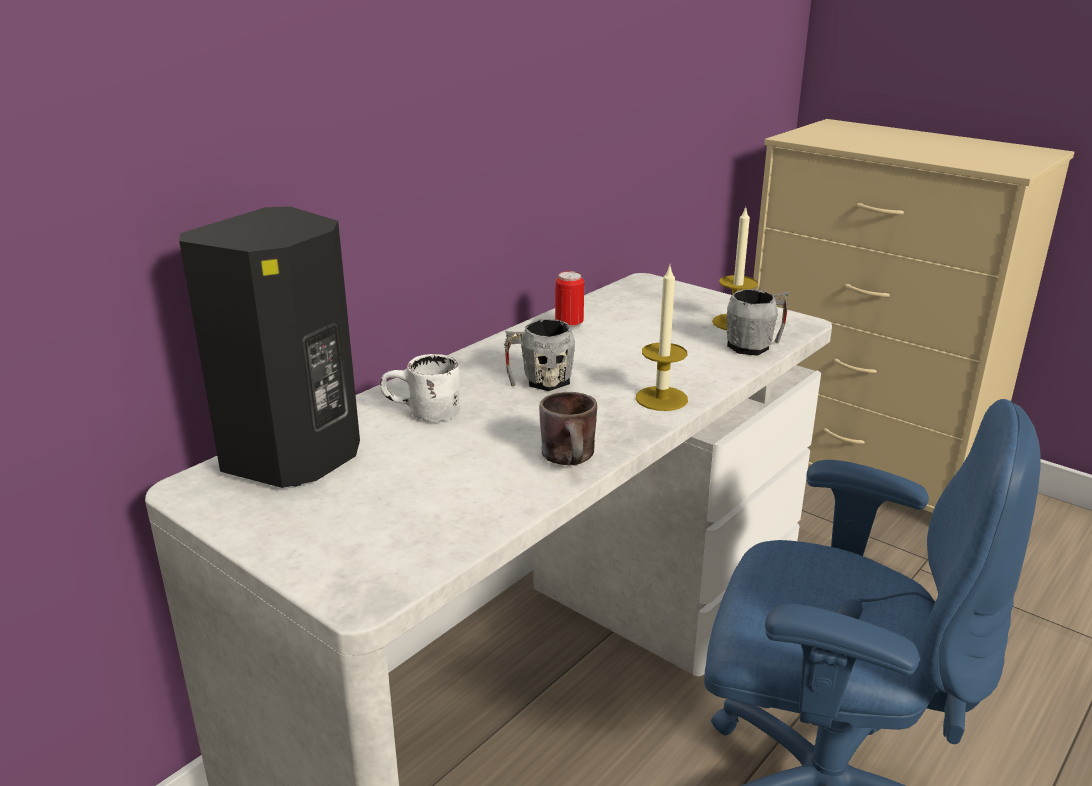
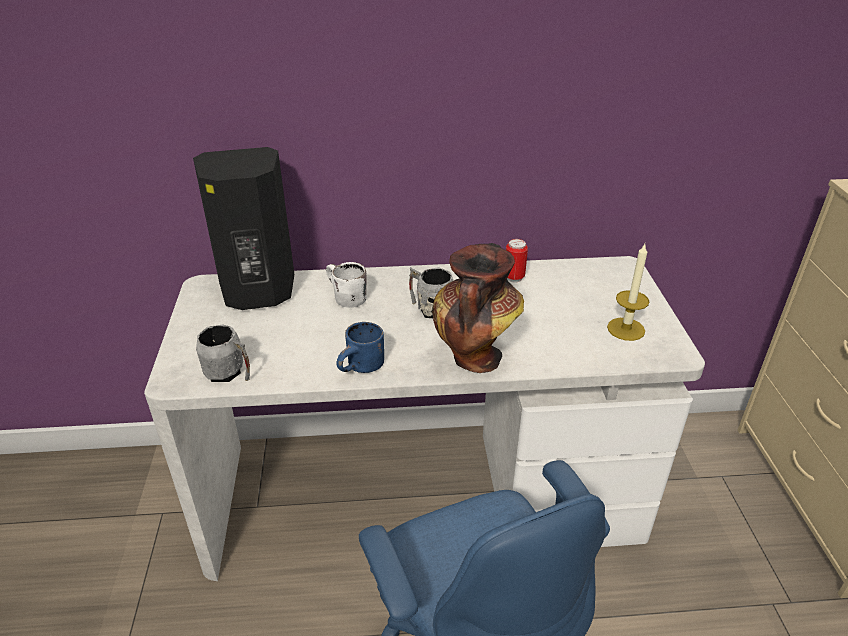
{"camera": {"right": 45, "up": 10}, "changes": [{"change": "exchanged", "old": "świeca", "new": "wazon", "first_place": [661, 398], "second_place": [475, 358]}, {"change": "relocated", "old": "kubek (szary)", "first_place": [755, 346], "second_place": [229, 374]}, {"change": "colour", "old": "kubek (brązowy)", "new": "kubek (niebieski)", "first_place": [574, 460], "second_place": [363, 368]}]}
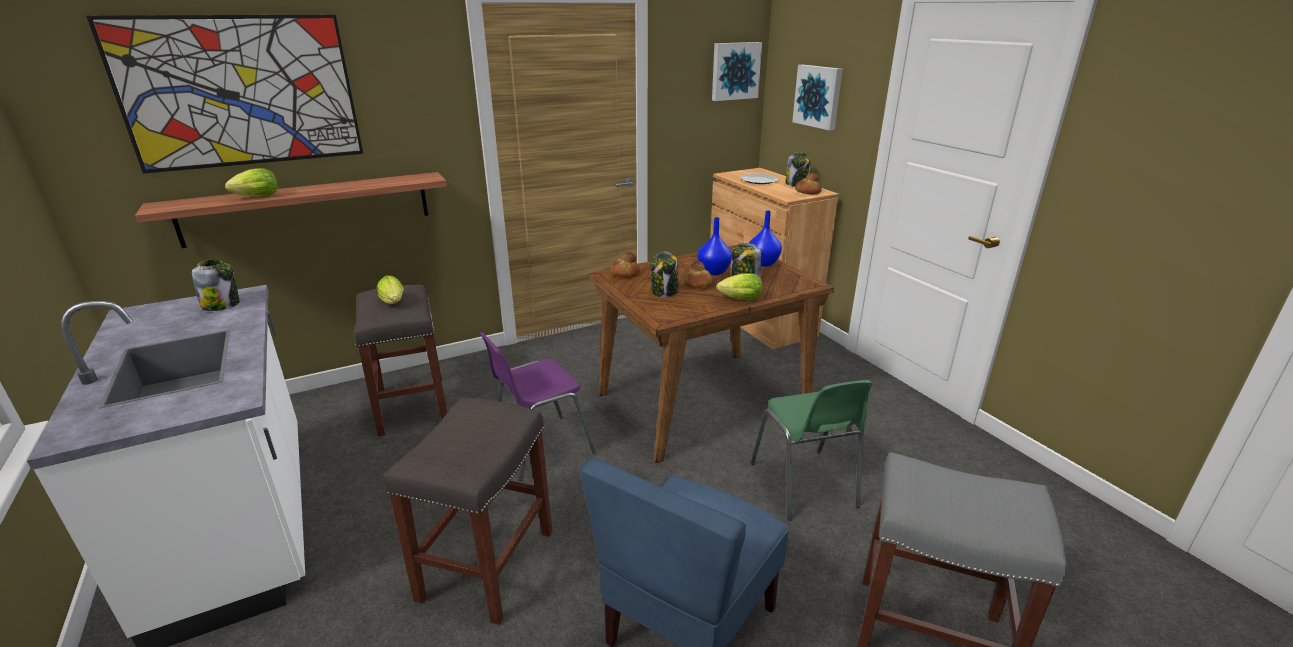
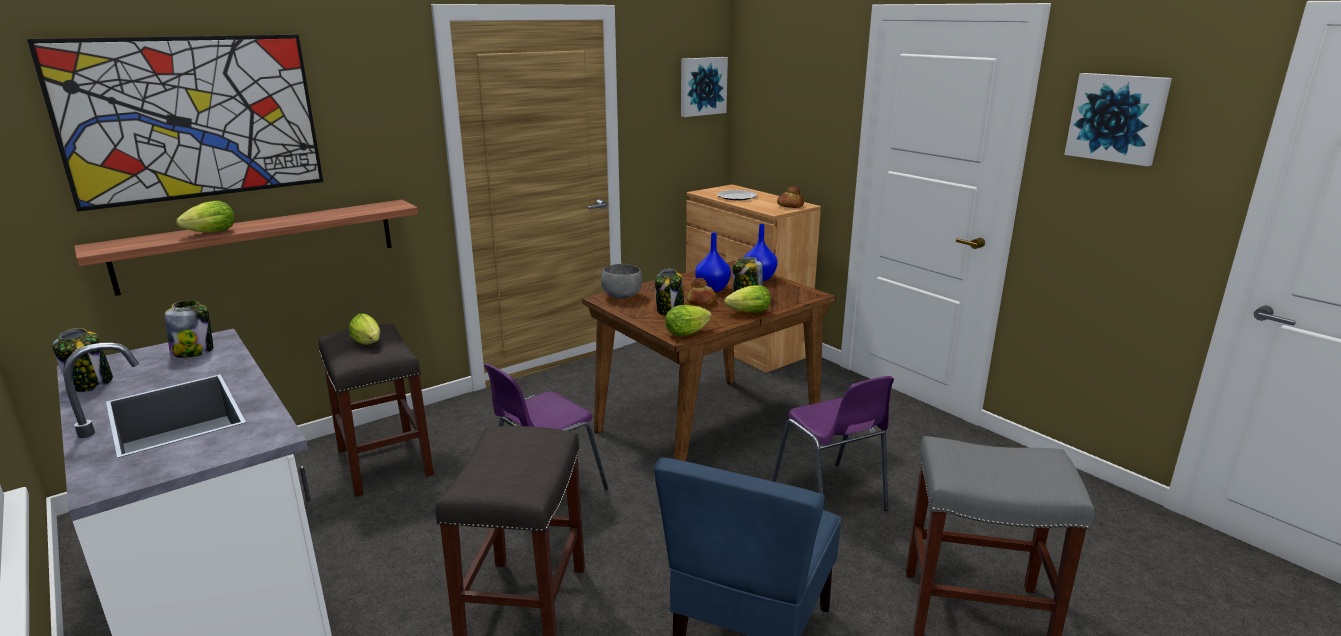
{"camera": {"right": -10, "up": -5}, "changes": [{"change": "relocated", "old": "obraz", "first_place": [818, 96], "second_place": [1117, 118]}, {"change": "relocated", "old": "słoik", "first_place": [796, 184], "second_place": [91, 383]}, {"change": "exchanged", "old": "chleb", "new": "miska (szary)", "first_place": [625, 274], "second_place": [621, 296]}, {"change": "colour", "old": "krzesło (zielony)", "new": "krzesło (fioletowy)", "first_place": [804, 486], "second_place": [830, 497]}, {"change": "appeared", "new": "sałata", "second_place": [689, 333]}]}
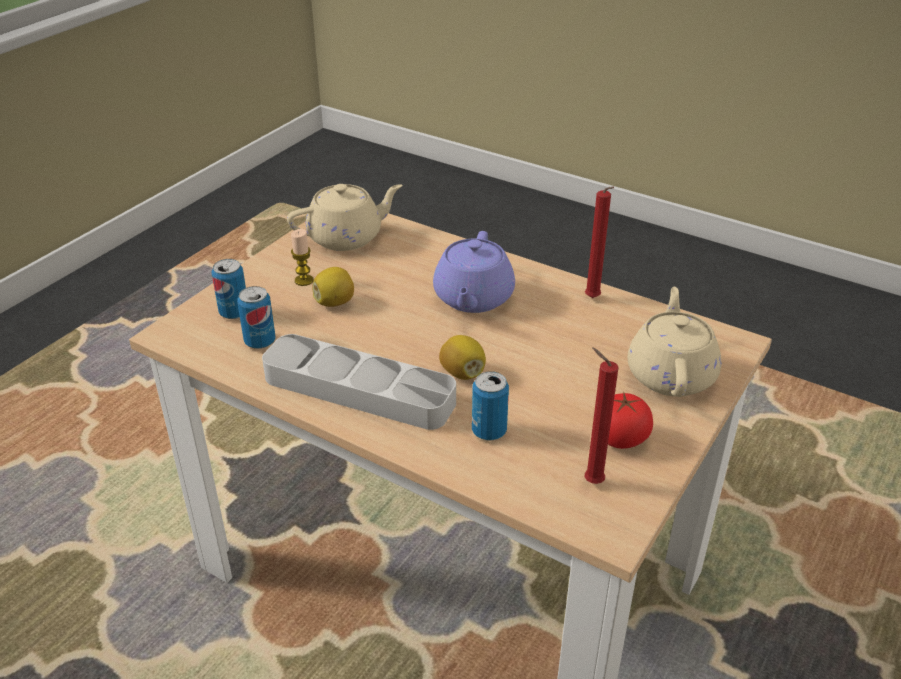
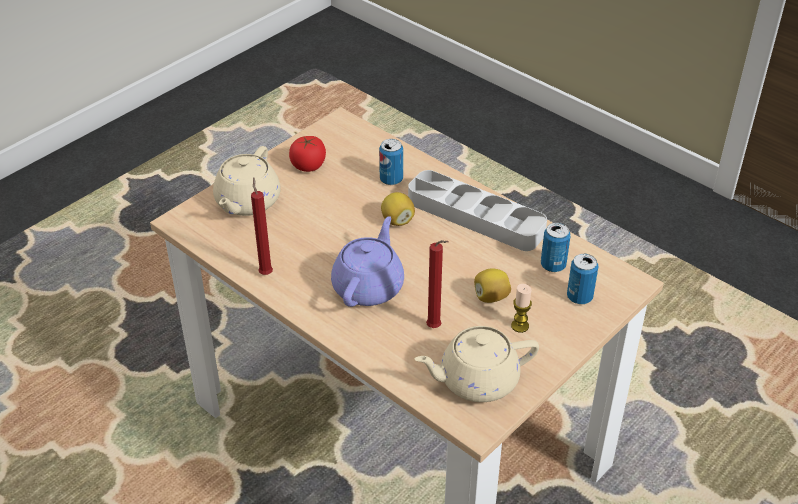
{"camera": {"right": -170, "up": 5}, "changes": [{"change": "relocated", "old": "świeca (czerwony)", "first_place": [590, 481], "second_place": [435, 328]}]}
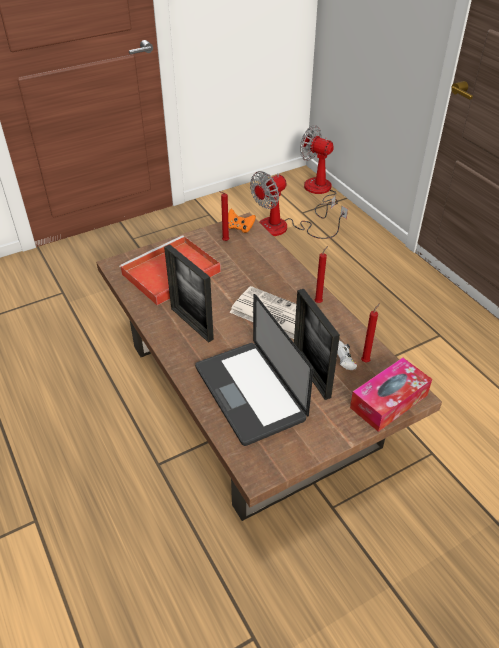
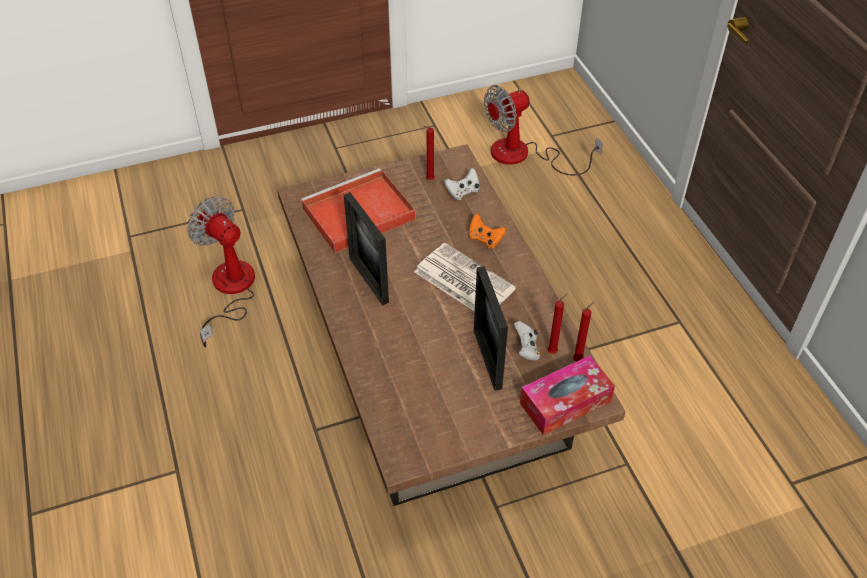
{"camera": {"right": 10, "up": 5}, "changes": [{"change": "relocated", "old": "wentylator", "first_place": [319, 192], "second_place": [229, 290]}, {"change": "relocated", "old": "pad do gier (pomarańczowy)", "first_place": [240, 228], "second_place": [485, 239]}, {"change": "relocated", "old": "świeca (czerwony)", "first_place": [319, 302], "second_place": [579, 359]}, {"change": "missing", "old": "laptop", "first_place": [249, 393]}, {"change": "appeared", "new": "pad do gier (biały)", "second_place": [463, 192]}]}
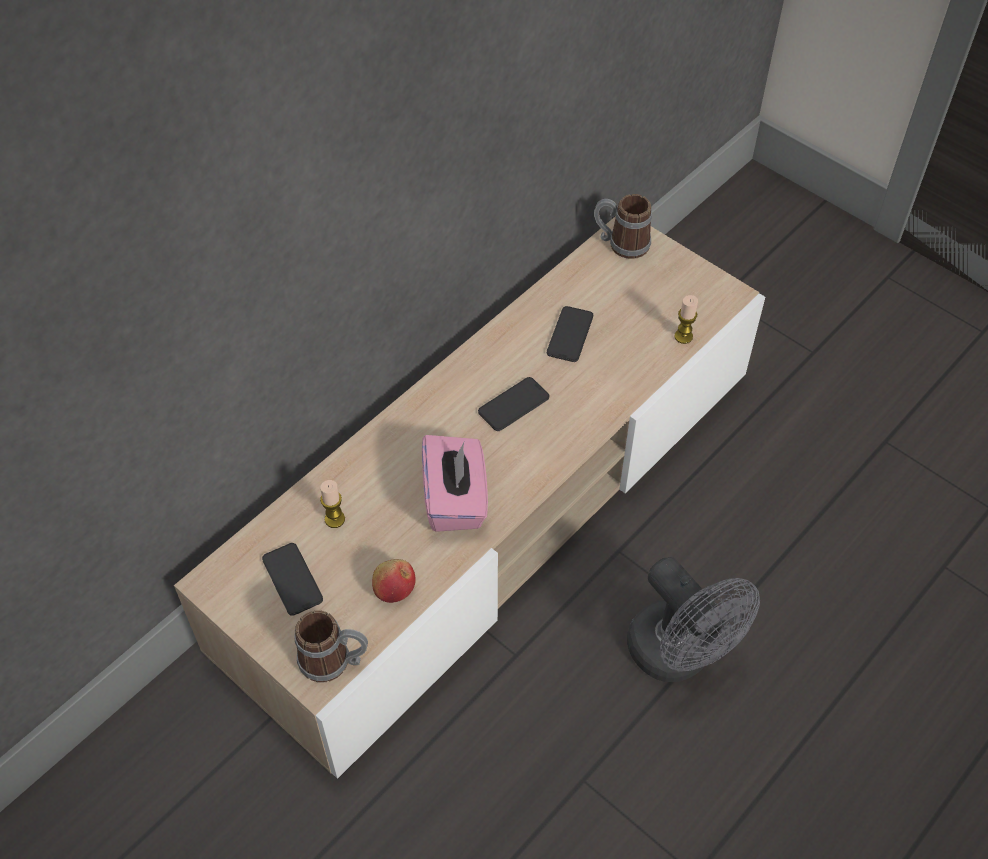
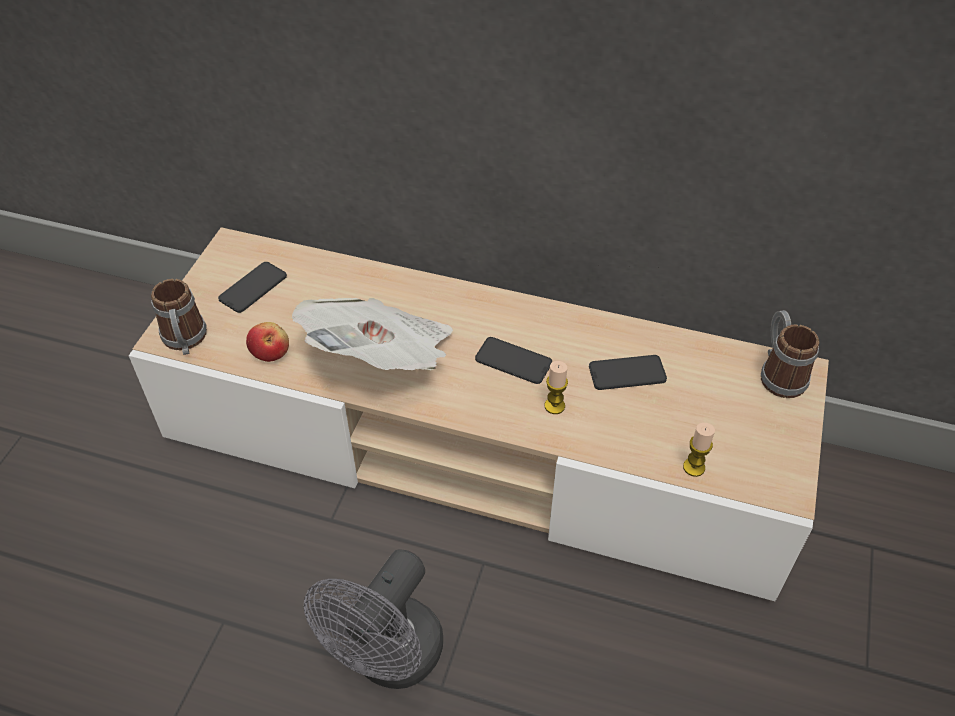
{"camera": {"right": 65, "up": -5}, "changes": [{"change": "exchanged", "old": "pudełko chusteczek (różowy)", "new": "gazeta", "first_place": [455, 500], "second_place": [382, 358]}, {"change": "relocated", "old": "świeca", "first_place": [334, 519], "second_place": [554, 406]}]}
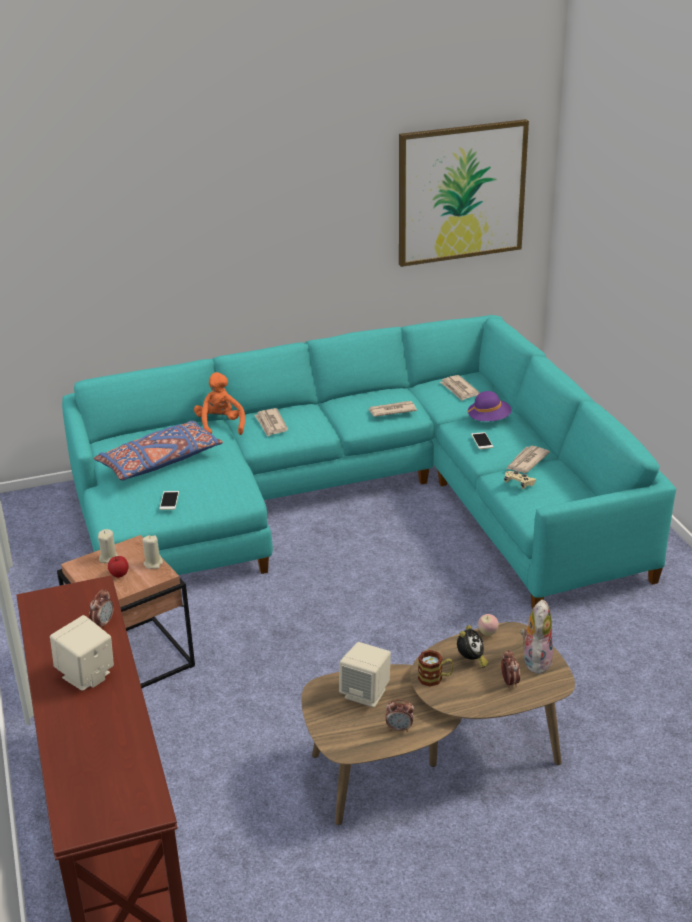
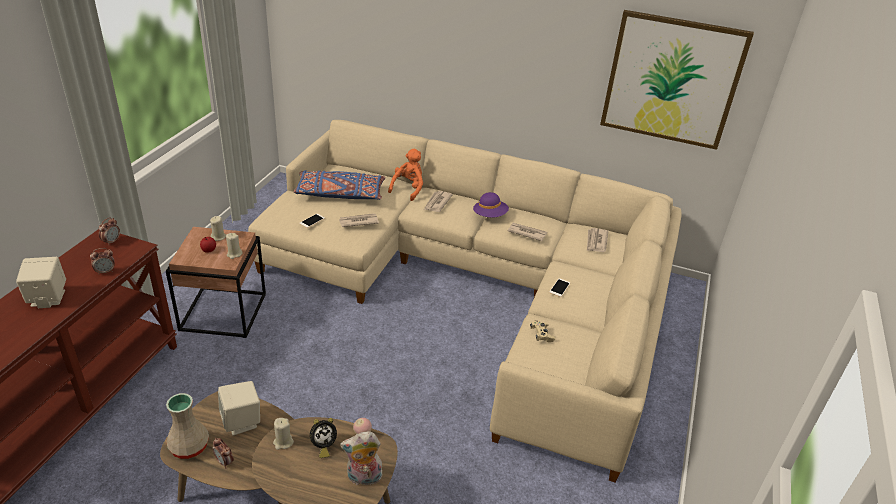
{"camera": {"right": 35, "up": 5}, "changes": [{"change": "colour", "old": "kanapa (turkusowy)", "new": "kanapa (beżowy)", "first_place": [358, 500], "second_place": [478, 288]}, {"change": "relocated", "old": "kapelusz (fioletowy)", "first_place": [489, 420], "second_place": [490, 215]}, {"change": "relocated", "old": "gazeta", "first_place": [526, 461], "second_place": [358, 221]}, {"change": "spun", "old": "pluszak", "first_place": [535, 660], "second_place": [363, 478], "degrees": -150}, {"change": "exchanged", "old": "kubek", "new": "świeca (beżowy)", "first_place": [435, 678], "second_place": [283, 442]}, {"change": "relocated", "old": "budzik", "first_place": [509, 682], "second_place": [111, 241]}, {"change": "appeared", "new": "wazon (beżowy)", "second_place": [190, 446]}]}
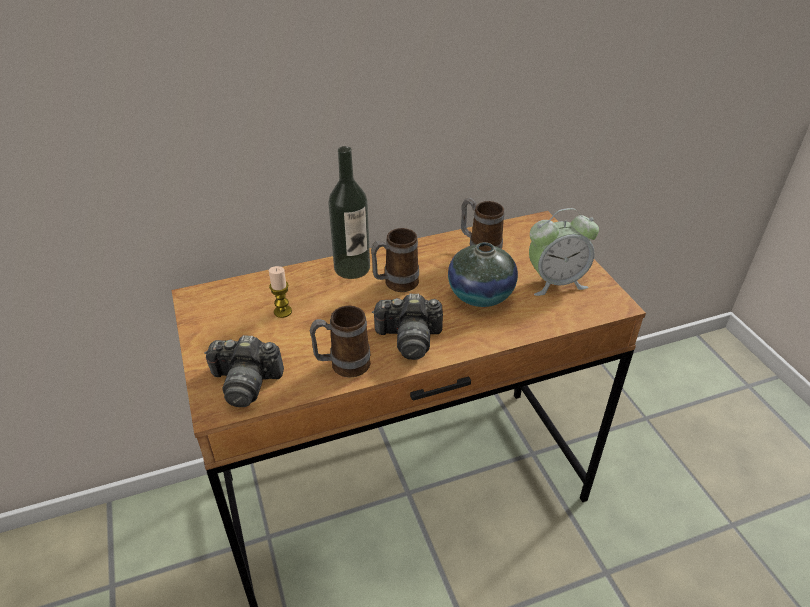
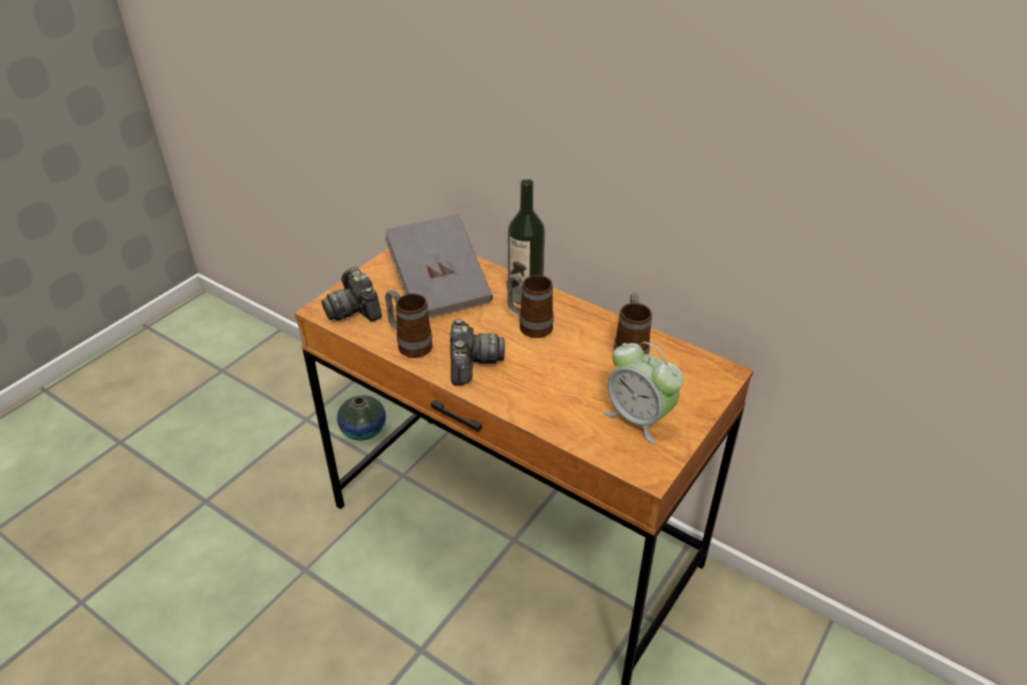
{"camera": {"right": 55, "up": 0}, "changes": [{"change": "relocated", "old": "wazon", "first_place": [480, 295], "second_place": [363, 430]}, {"change": "exchanged", "old": "świeca", "new": "książka (szary)", "first_place": [283, 311], "second_place": [440, 288]}, {"change": "spun", "old": "aparat fotograficzny", "first_place": [409, 338], "second_place": [471, 363], "degrees": -150}]}
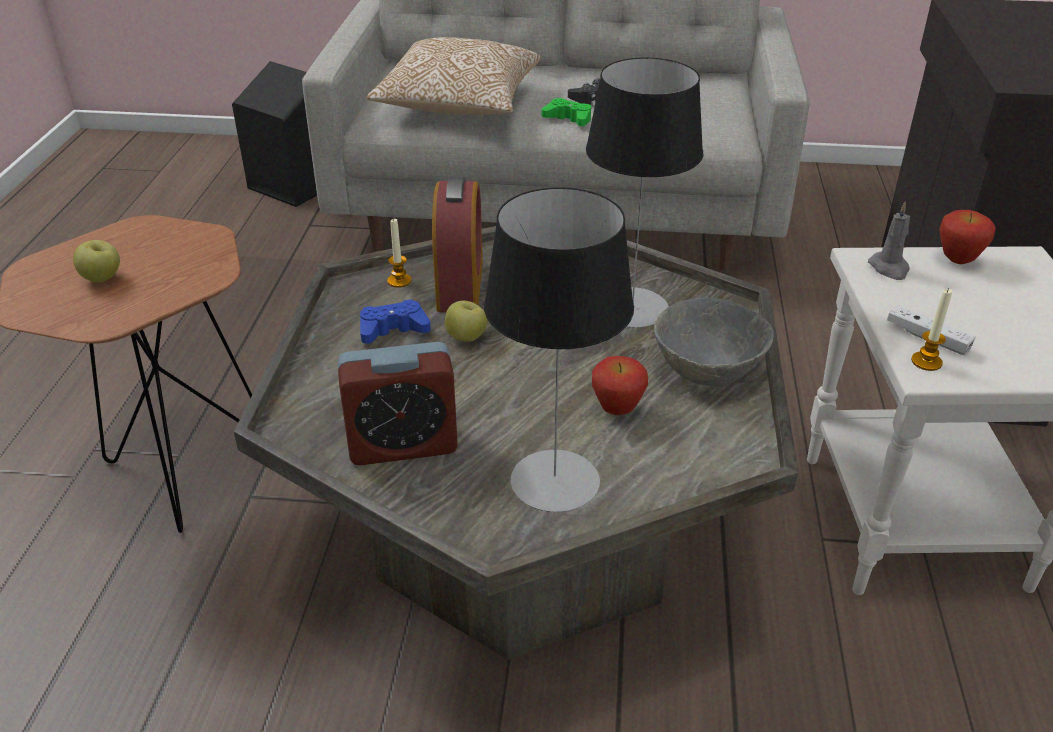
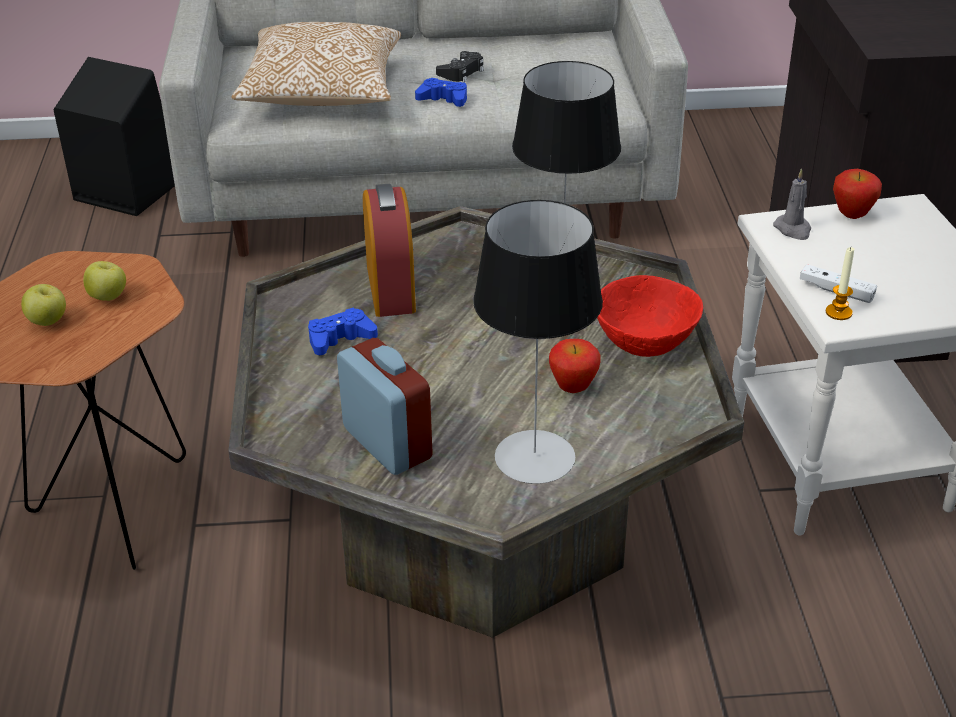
{"camera": {"right": -10, "up": 0}, "changes": [{"change": "colour", "old": "pad do gier (zielony)", "new": "pad do gier (niebieski)", "first_place": [568, 119], "second_place": [443, 99]}, {"change": "missing", "old": "świeca", "first_place": [399, 281]}, {"change": "colour", "old": "miska (szary)", "new": "miska (czerwony)", "first_place": [707, 371], "second_place": [644, 343]}, {"change": "relocated", "old": "jabłko", "first_place": [466, 338], "second_place": [108, 297]}, {"change": "spun", "old": "budzik", "first_place": [402, 444], "second_place": [387, 443], "degrees": -105}]}
